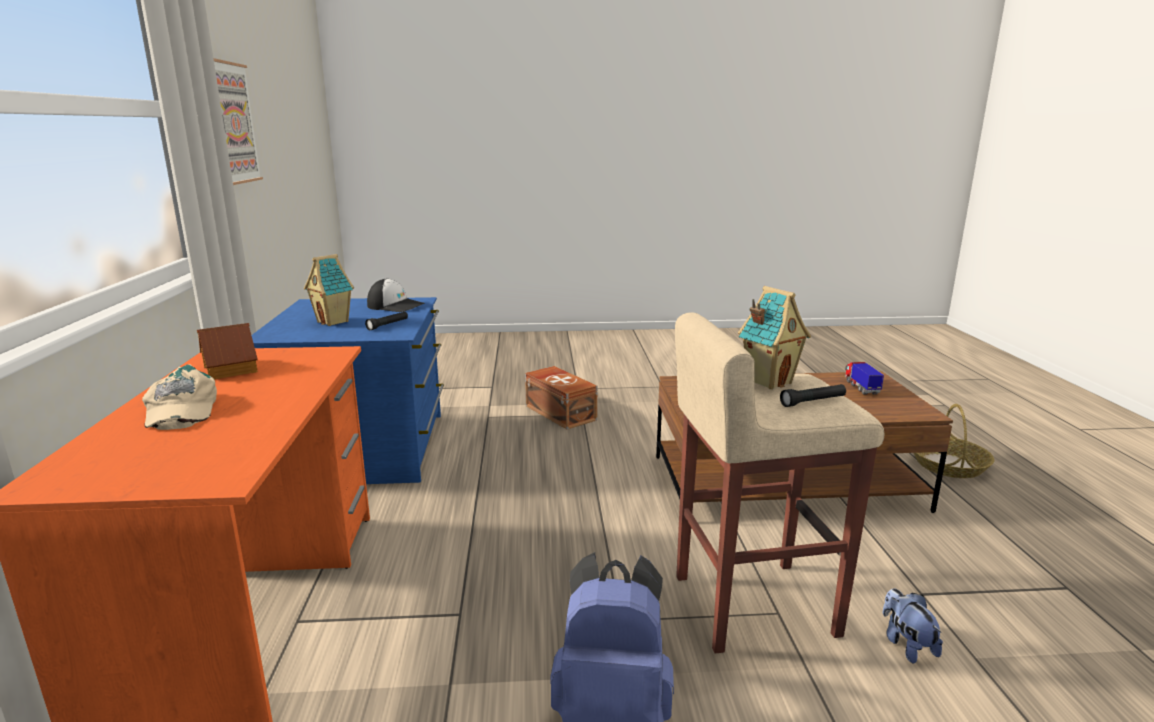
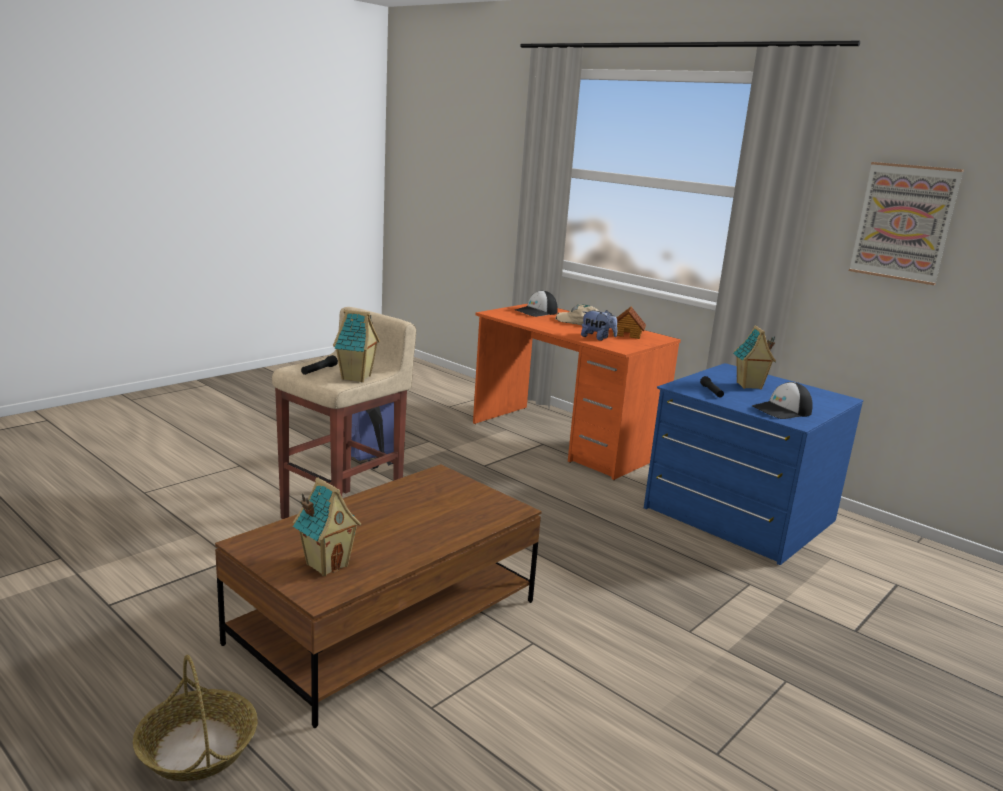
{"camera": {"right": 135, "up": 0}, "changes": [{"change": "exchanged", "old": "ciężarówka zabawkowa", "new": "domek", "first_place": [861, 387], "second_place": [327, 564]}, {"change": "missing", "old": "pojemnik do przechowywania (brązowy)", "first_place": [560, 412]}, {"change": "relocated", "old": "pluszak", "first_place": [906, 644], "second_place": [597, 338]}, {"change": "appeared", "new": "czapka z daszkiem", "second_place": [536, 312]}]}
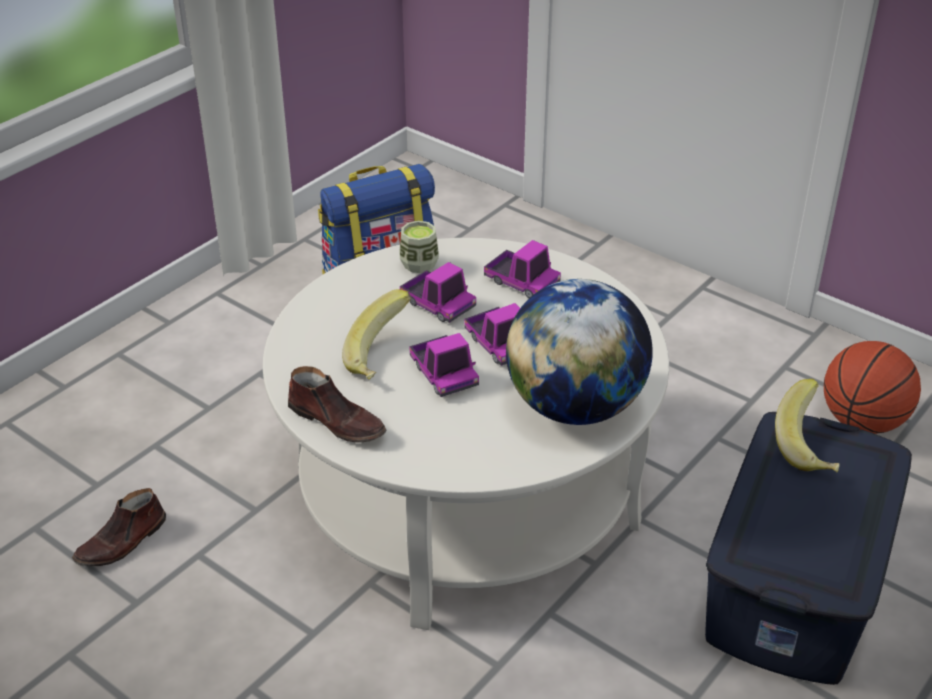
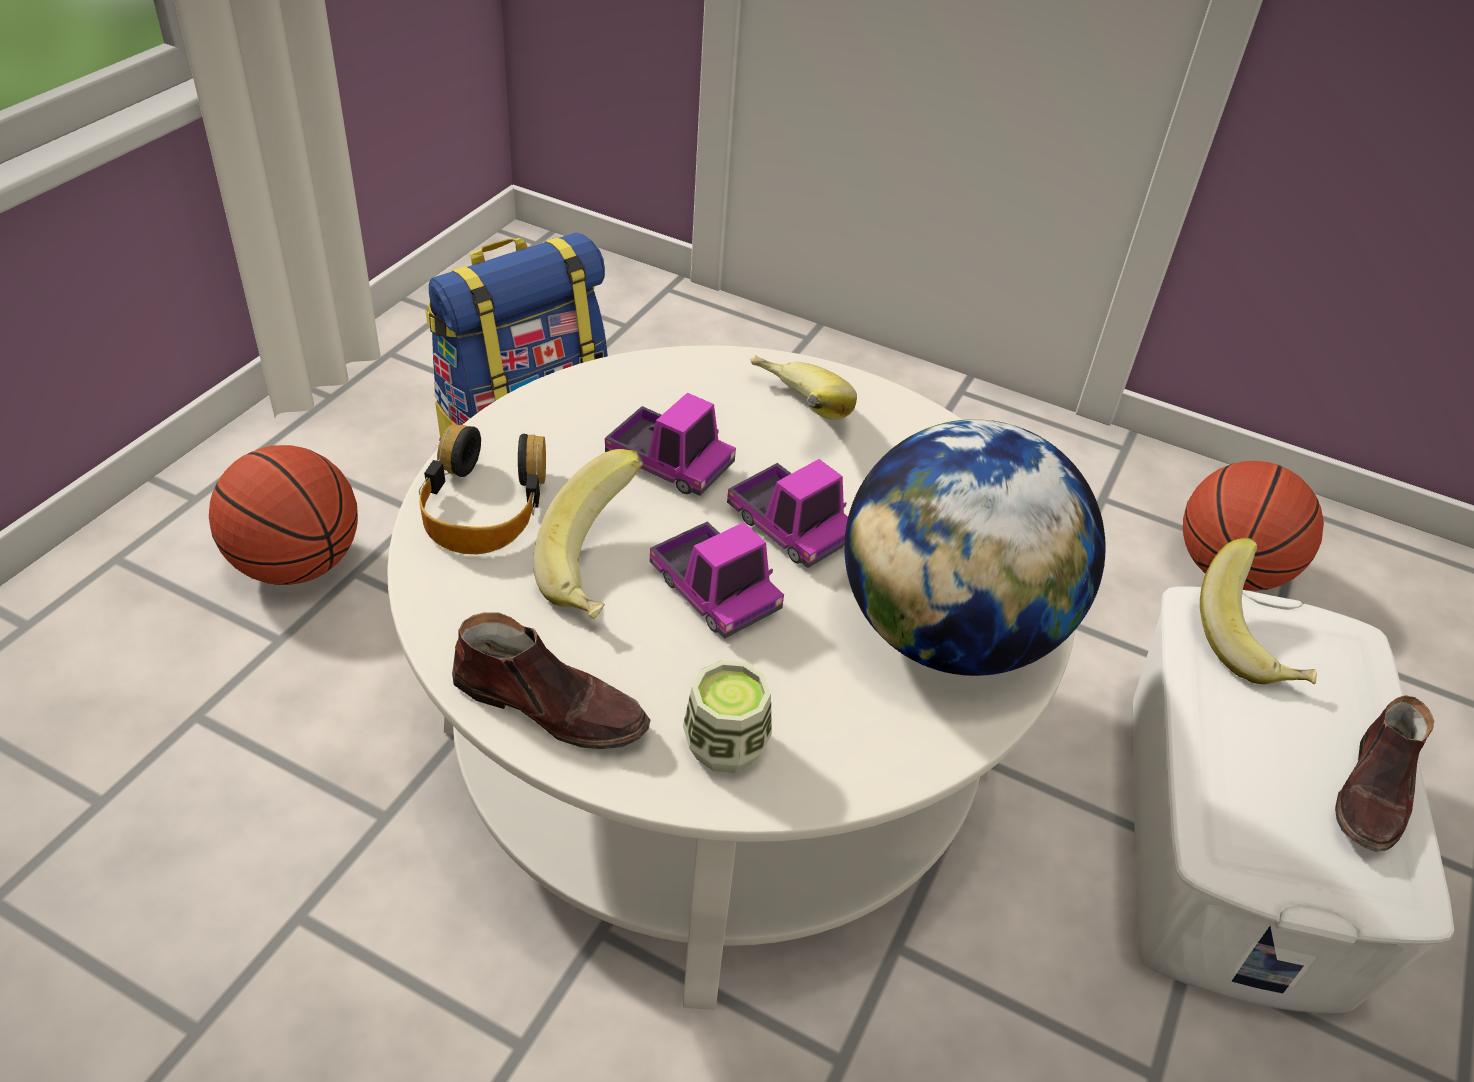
{"camera": {"right": -15, "up": 5}, "changes": [{"change": "relocated", "old": "filiżanka", "first_place": [419, 264], "second_place": [725, 746]}, {"change": "exchanged", "old": "ciężarówka zabawkowa", "new": "banan", "first_place": [521, 282], "second_place": [792, 416]}, {"change": "colour", "old": "pojemnik do przechowywania (niebieski)", "new": "pojemnik do przechowywania (biały)", "first_place": [797, 582], "second_place": [1233, 839]}, {"change": "relocated", "old": "but (brązowy)", "first_place": [122, 542], "second_place": [1374, 794]}, {"change": "appeared", "new": "słuchawki", "second_place": [484, 505]}, {"change": "appeared", "new": "piłka do koszykówki", "second_place": [296, 564]}]}
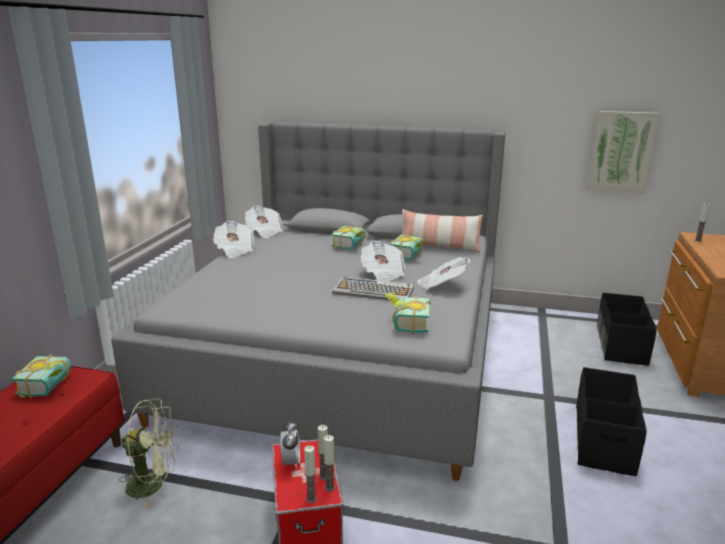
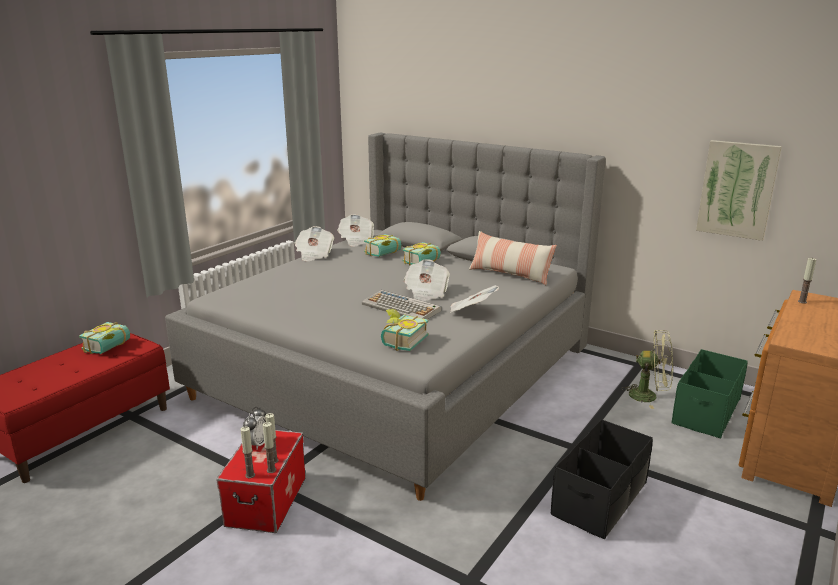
{"camera": {"right": 20, "up": 0}, "changes": [{"change": "relocated", "old": "książka", "first_place": [410, 256], "second_place": [385, 254]}, {"change": "colour", "old": "pojemnik do przechowywania (czarny)", "new": "pojemnik do przechowywania (zielony)", "first_place": [620, 345], "second_place": [705, 411]}, {"change": "relocated", "old": "wentylator (zielony)", "first_place": [153, 484], "second_place": [649, 396]}]}
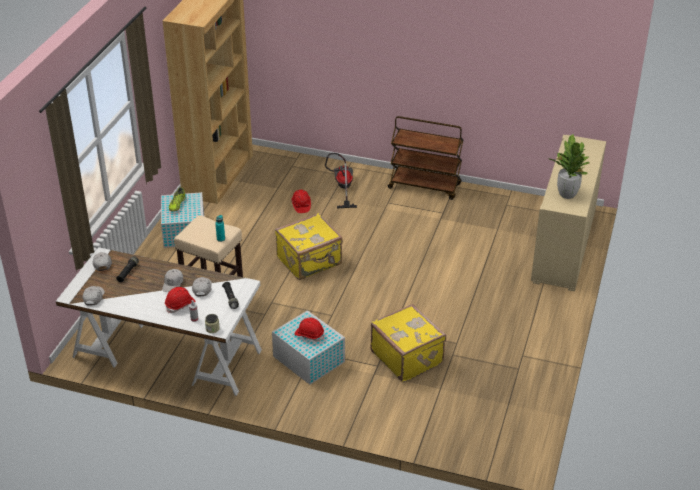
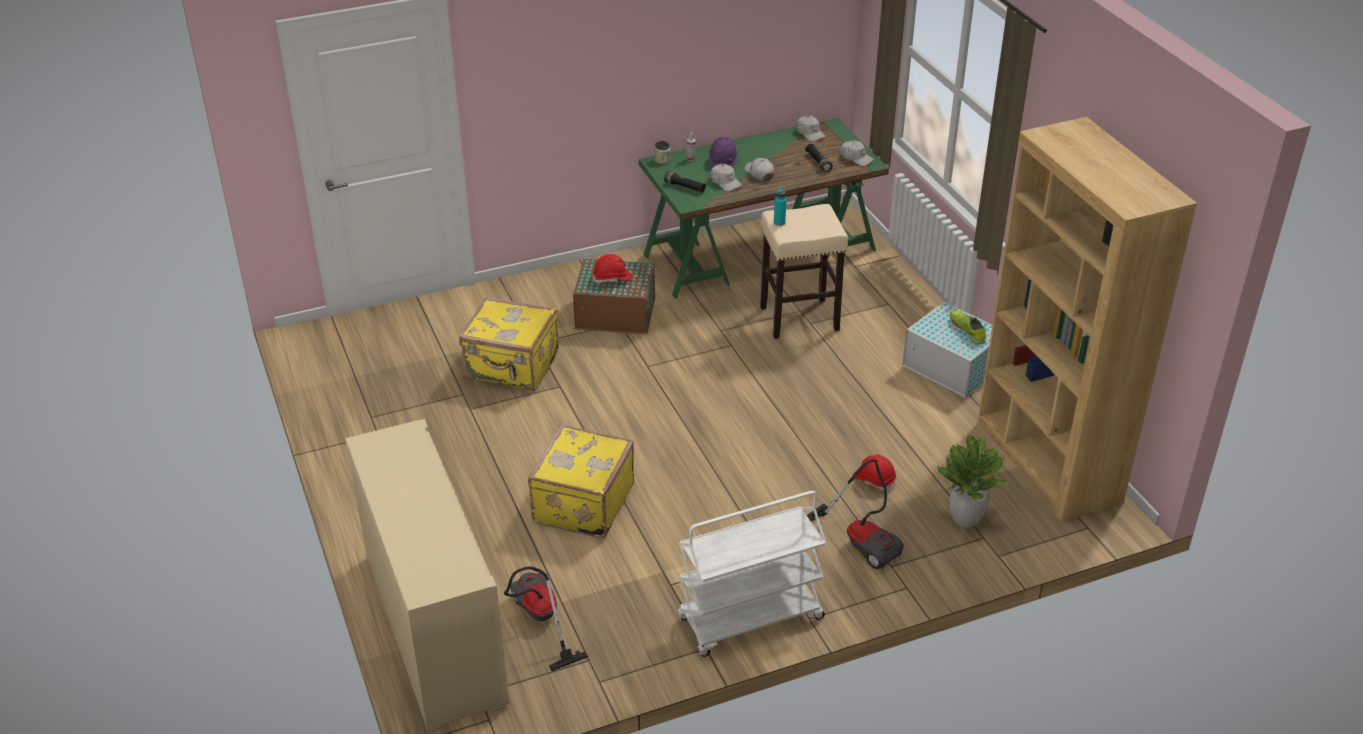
{"camera": {"right": 140, "up": 0}, "changes": [{"change": "colour", "old": "wózek (brązowy)", "new": "wózek (biały)", "first_place": [425, 186], "second_place": [750, 620]}, {"change": "relocated", "old": "roślina doniczkowa", "first_place": [567, 194], "second_place": [966, 519]}, {"change": "relocated", "old": "walizka (żółty)", "first_place": [310, 261], "second_place": [581, 504]}, {"change": "colour", "old": "biurko (biały)", "new": "biurko (zielony)", "first_place": [166, 354], "second_place": [759, 251]}, {"change": "colour", "old": "kask (czerwony)", "new": "kask (fioletowy)", "first_place": [180, 305], "second_place": [722, 162]}, {"change": "colour", "old": "pojemnik do przechowywania (biały)", "new": "pojemnik do przechowywania (brązowy)", "first_place": [308, 358], "second_place": [616, 314]}, {"change": "appeared", "new": "odkurzacz", "second_place": [539, 620]}]}
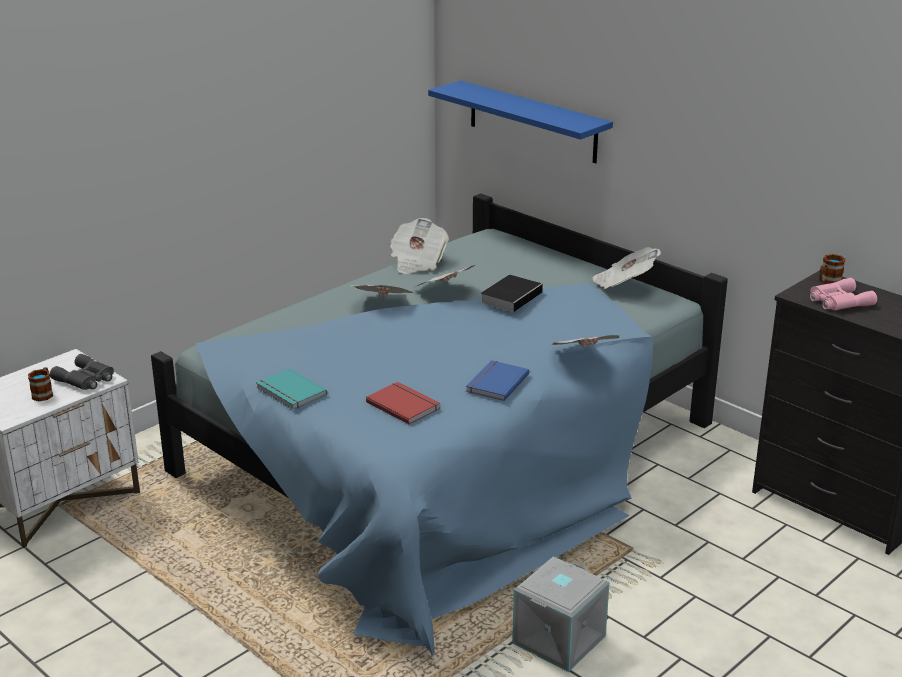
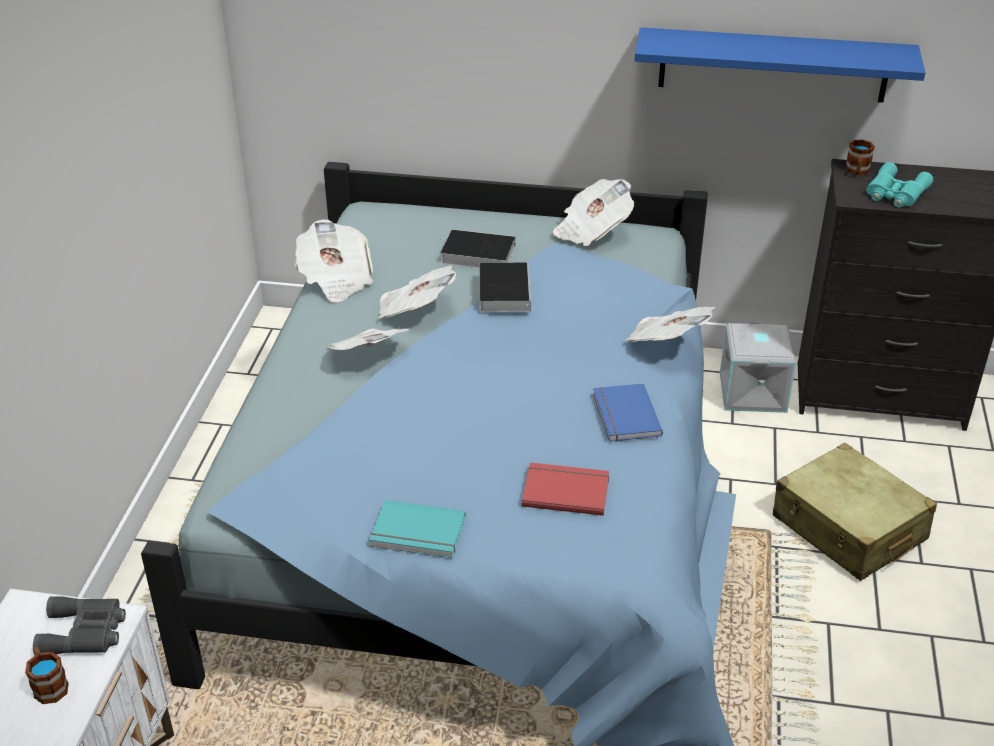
{"camera": {"right": -35, "up": 10}, "changes": [{"change": "relocated", "old": "półka (niebieski)", "first_place": [532, 121], "second_place": [773, 65]}, {"change": "colour", "old": "lornetka (różowy)", "new": "lornetka (turkusowy)", "first_place": [838, 301], "second_place": [895, 193]}, {"change": "relocated", "old": "pojemnik do przechowywania (szary)", "first_place": [560, 640], "second_place": [754, 392]}, {"change": "appeared", "new": "książka", "second_place": [475, 254]}, {"change": "appeared", "new": "walizka (beżowy)", "second_place": [848, 528]}]}
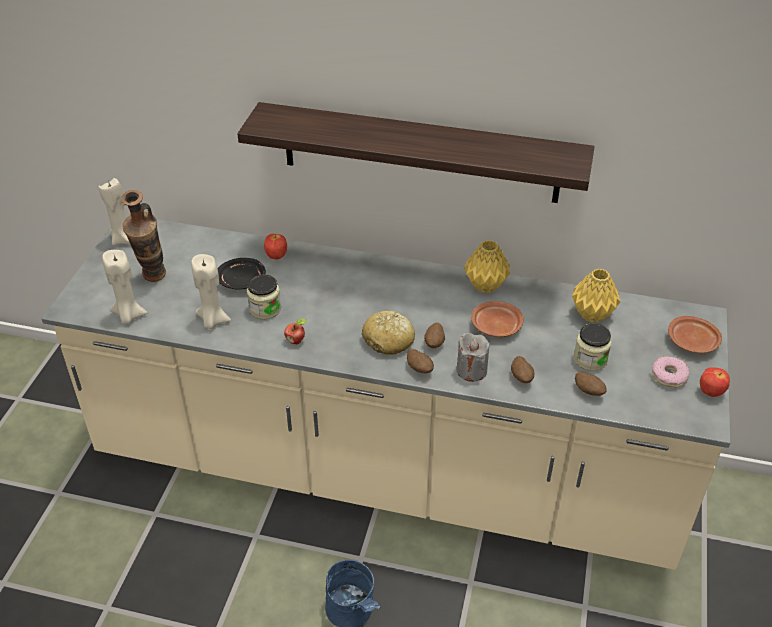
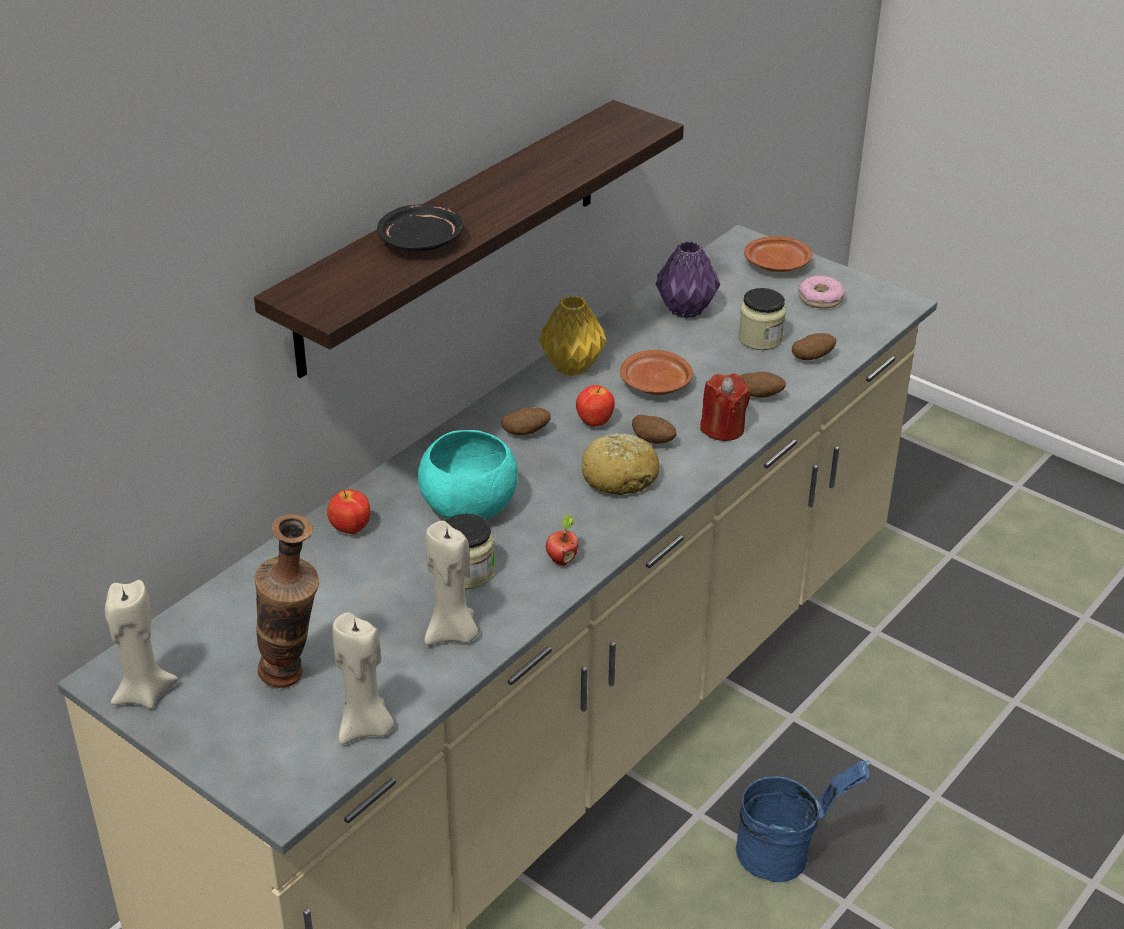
{"camera": {"right": -65, "up": -5}, "changes": [{"change": "relocated", "old": "talerz (czarny)", "first_place": [242, 280], "second_place": [421, 241]}, {"change": "colour", "old": "wazon (żółty)", "new": "wazon (fioletowy)", "first_place": [593, 314], "second_place": [685, 309]}, {"change": "colour", "old": "świeca (szary)", "new": "świeca (czerwony)", "first_place": [471, 370], "second_place": [722, 428]}, {"change": "relocated", "old": "ziemniak", "first_place": [420, 369], "second_place": [526, 433]}, {"change": "relocated", "old": "jabłko", "first_place": [711, 392], "second_place": [594, 422]}, {"change": "appeared", "new": "miska (turkusowy)", "second_place": [467, 506]}]}
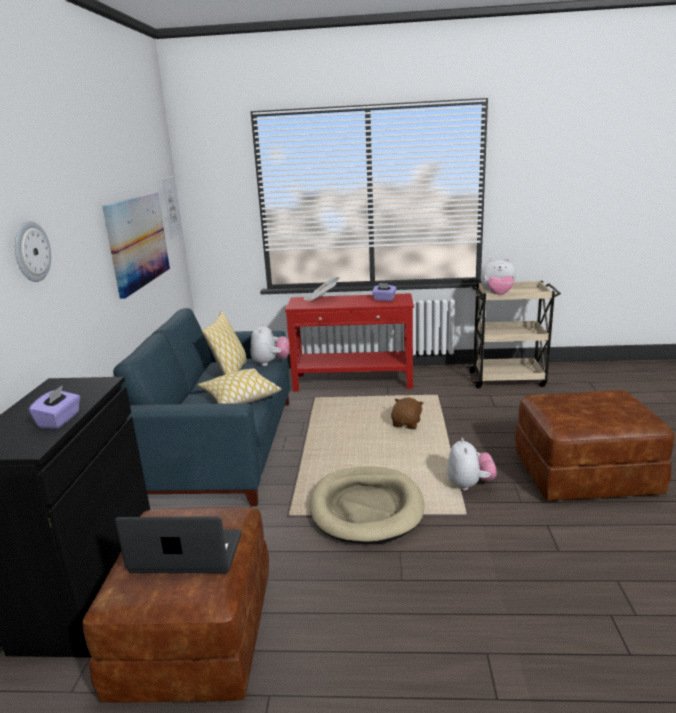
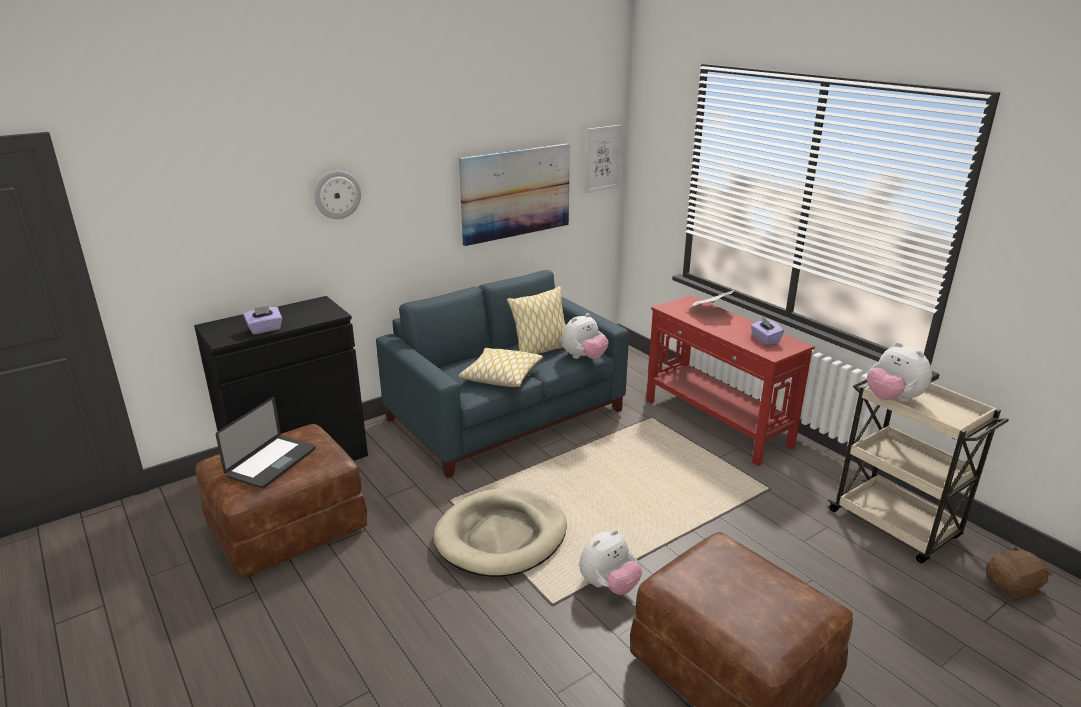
{"camera": {"right": 50, "up": 5}, "changes": [{"change": "relocated", "old": "pluszak (brązowy)", "first_place": [407, 424], "second_place": [1012, 587]}, {"change": "spun", "old": "laptop", "first_place": [187, 554], "second_place": [272, 463], "degrees": 60}]}
